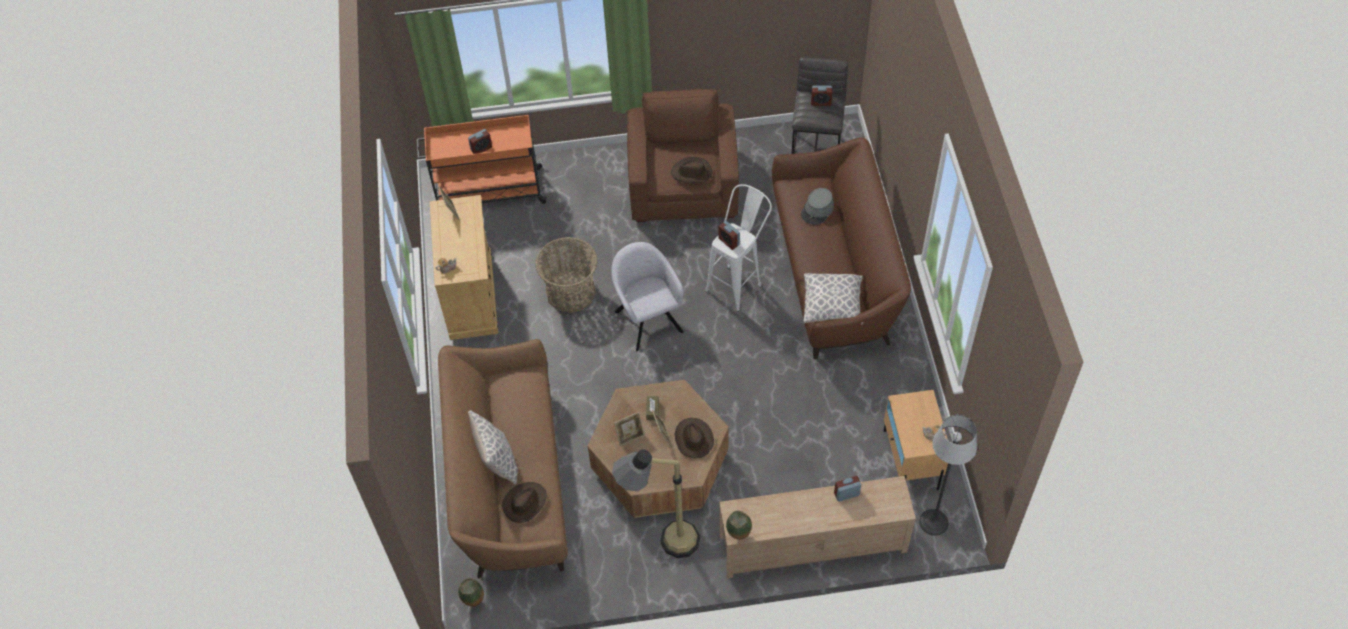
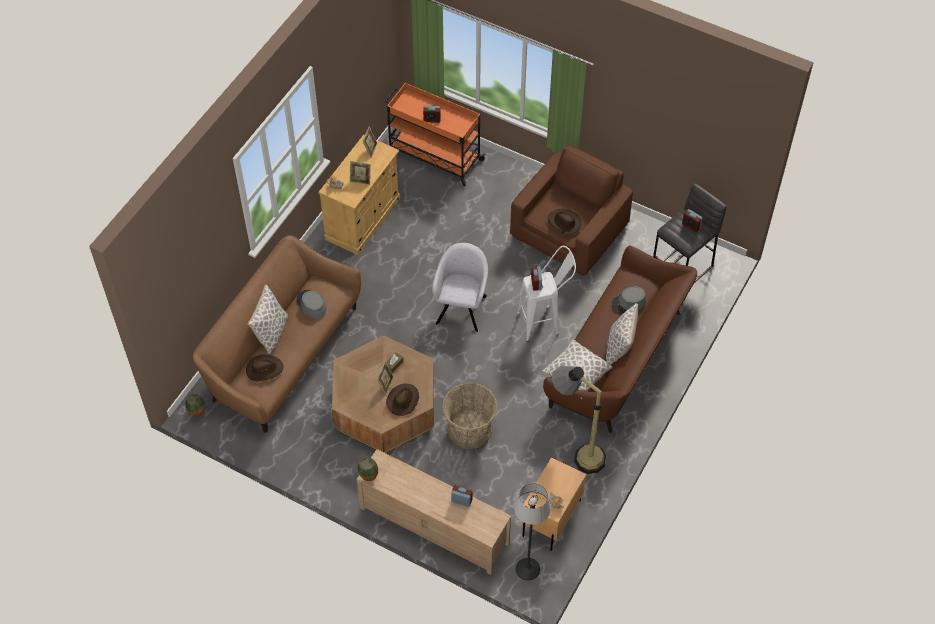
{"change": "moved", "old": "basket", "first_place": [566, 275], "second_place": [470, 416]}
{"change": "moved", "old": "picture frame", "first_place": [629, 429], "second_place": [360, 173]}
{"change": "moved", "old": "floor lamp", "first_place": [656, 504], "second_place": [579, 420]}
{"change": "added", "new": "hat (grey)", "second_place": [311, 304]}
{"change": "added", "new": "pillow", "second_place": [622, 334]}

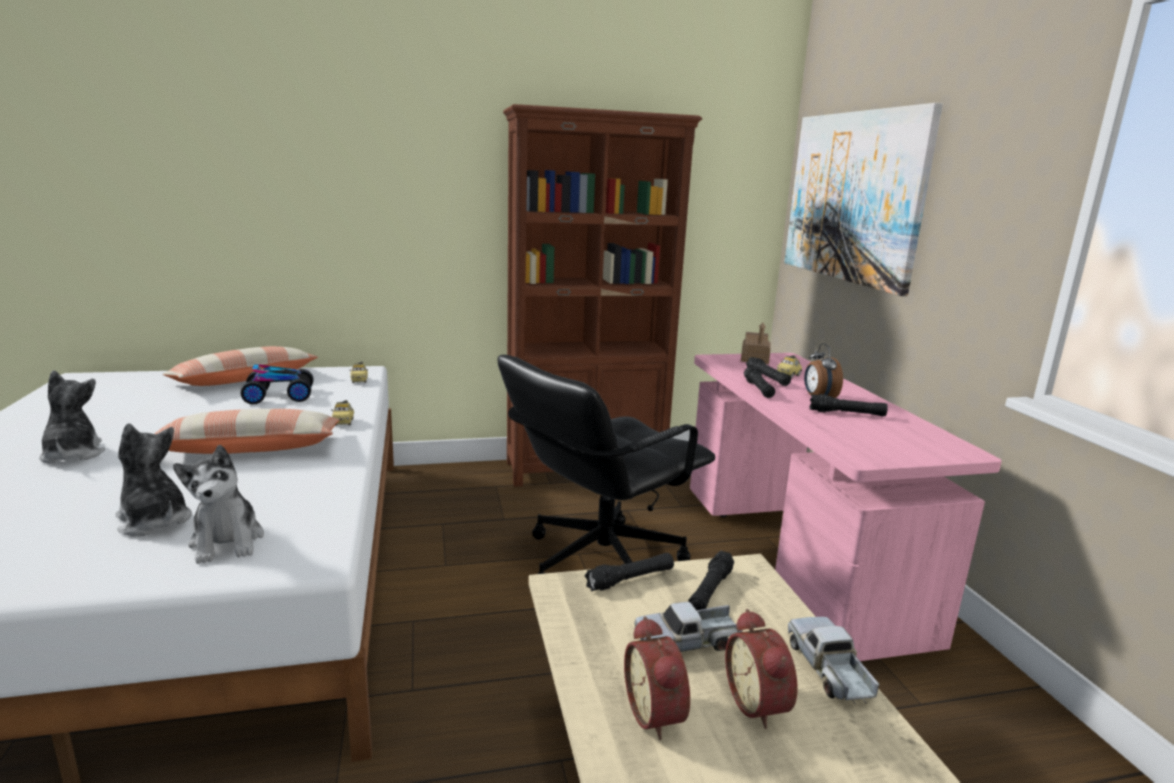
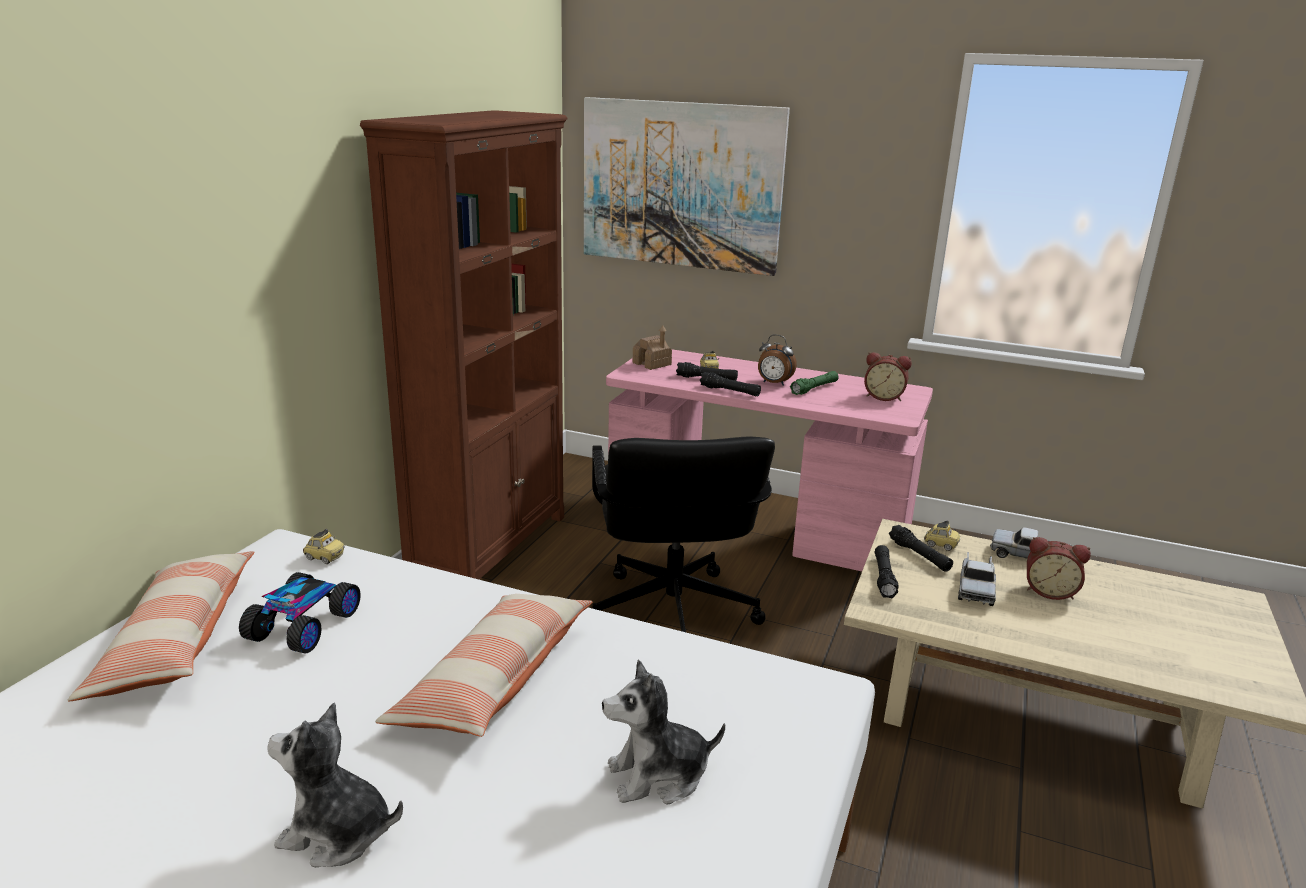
{"change": "recoloured", "old": "flashlight (black)", "new": "flashlight (green)", "first_place": [848, 405], "second_place": [814, 383]}
{"change": "moved", "old": "toy car", "first_place": [342, 413], "second_place": [942, 535]}
{"change": "removed", "old": "plush toy", "first_place": [218, 504]}
{"change": "moved", "old": "alarm clock", "first_place": [657, 678], "second_place": [888, 376]}

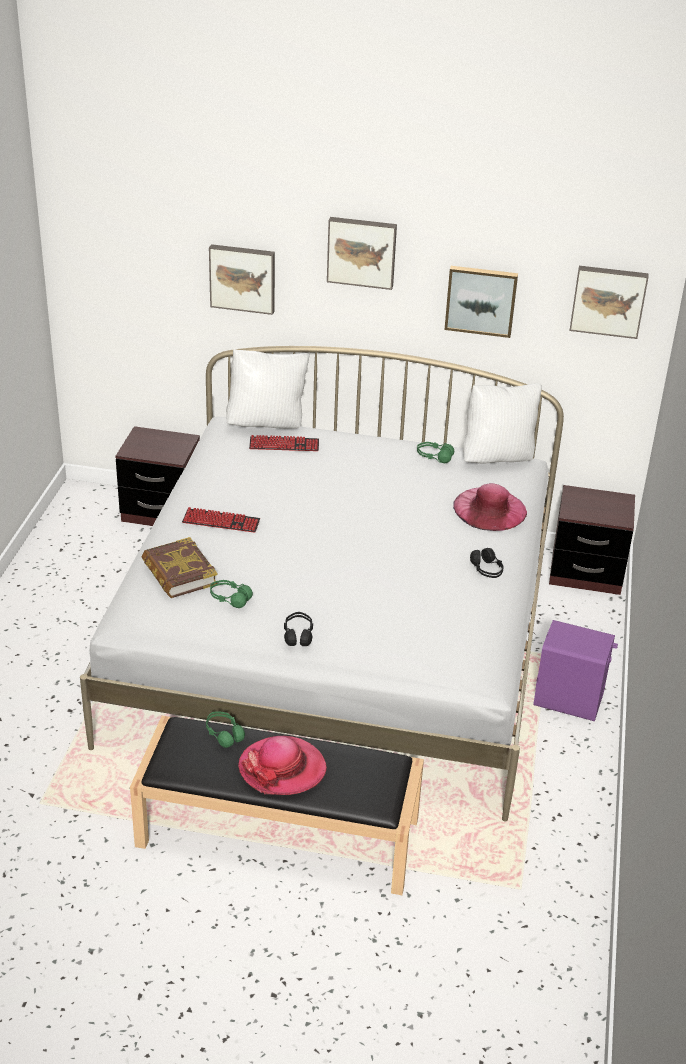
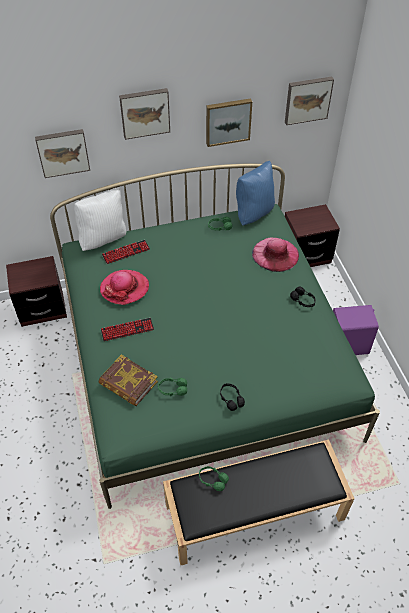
{"change": "recoloured", "old": "bed (white)", "new": "bed (green)", "first_place": [322, 583], "second_place": [215, 336]}
{"change": "recoloured", "old": "pillow (white)", "new": "pillow (blue)", "first_place": [502, 423], "second_place": [255, 193]}
{"change": "moved", "old": "hat", "first_place": [282, 765], "second_place": [124, 287]}

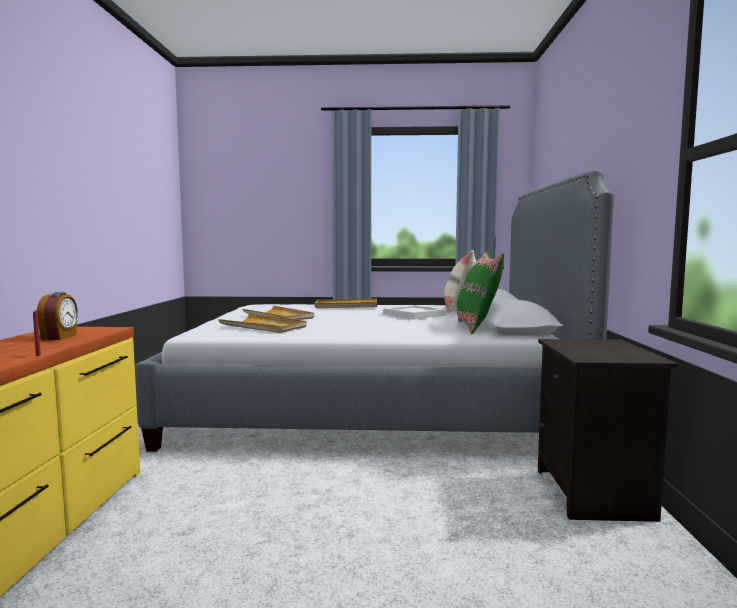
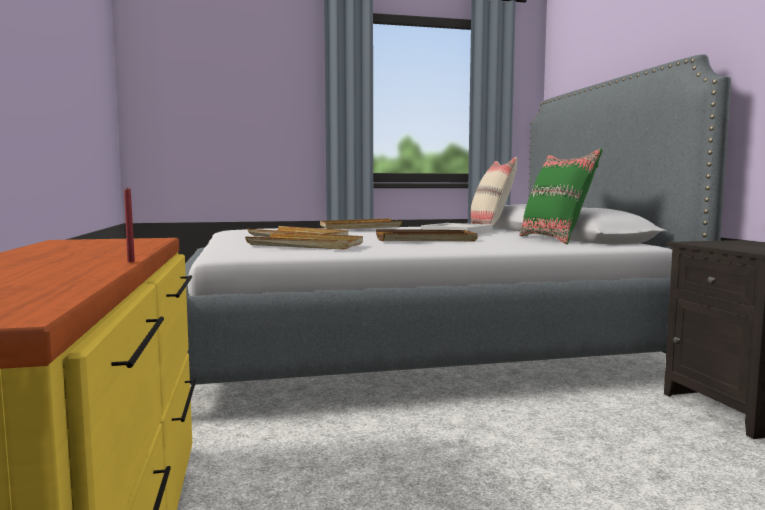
{"change": "removed", "old": "alarm clock", "first_place": [57, 316]}
{"change": "added", "new": "tray (brown)", "second_place": [426, 235]}

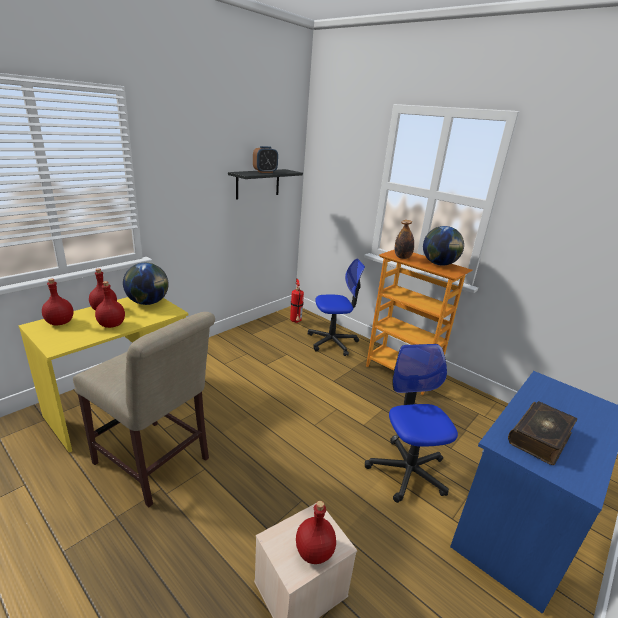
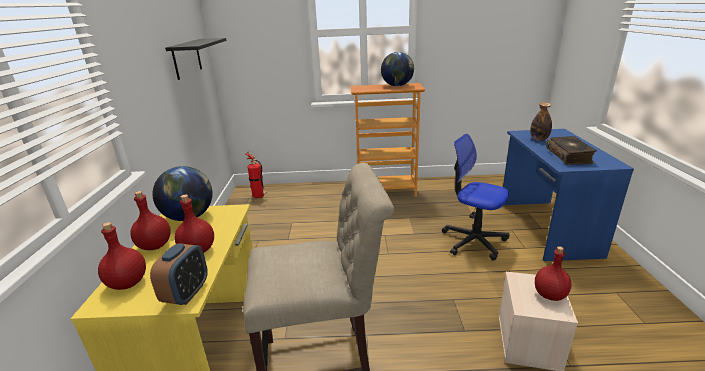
{"change": "moved", "old": "alarm clock", "first_place": [265, 159], "second_place": [179, 274]}
{"change": "moved", "old": "bottle", "first_place": [404, 239], "second_place": [541, 121]}
{"change": "removed", "old": "office chair", "first_place": [336, 307]}

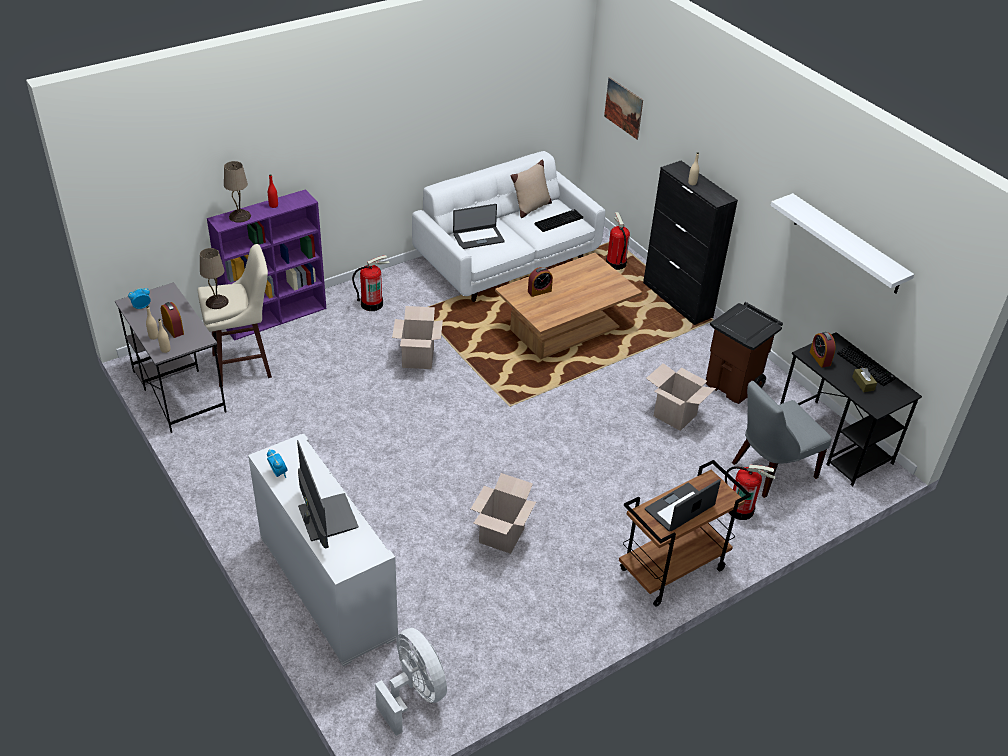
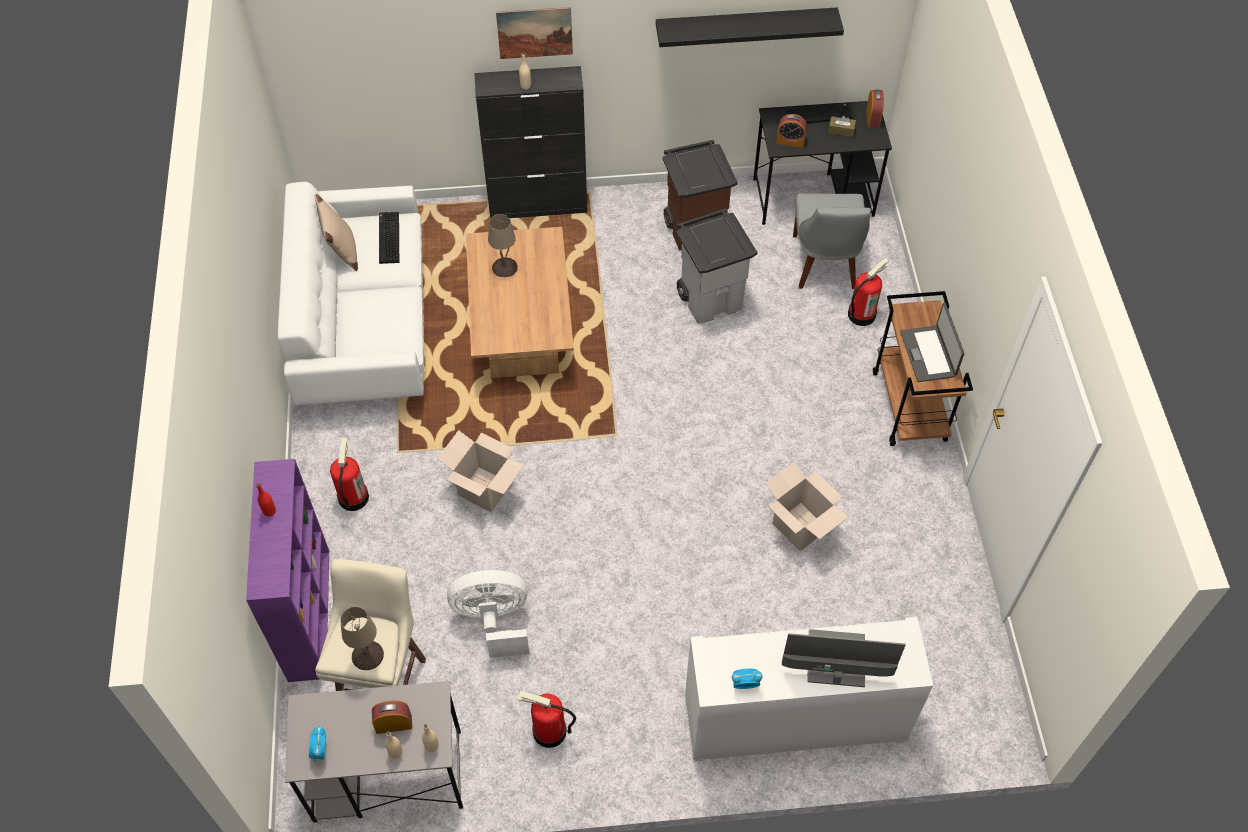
{"change": "moved", "old": "picture", "first_place": [623, 108], "second_place": [534, 33]}
{"change": "moved", "old": "table lamp (beige)", "first_place": [237, 192], "second_place": [503, 245]}
{"change": "recoloured", "old": "shelf (white)", "new": "shelf (black)", "first_place": [842, 243], "second_place": [750, 27]}
{"change": "removed", "old": "laptop", "first_place": [479, 226]}
{"change": "moved", "old": "fire extinguisher", "first_place": [618, 241], "second_place": [546, 719]}
{"change": "moved", "old": "alarm clock", "first_place": [540, 282], "second_place": [875, 109]}
{"change": "replaced", "old": "cardboard box", "new": "trash can (grey)", "first_place": [681, 397], "second_place": [716, 266]}
{"change": "moved", "old": "fan (white)", "first_place": [411, 682], "second_place": [488, 614]}

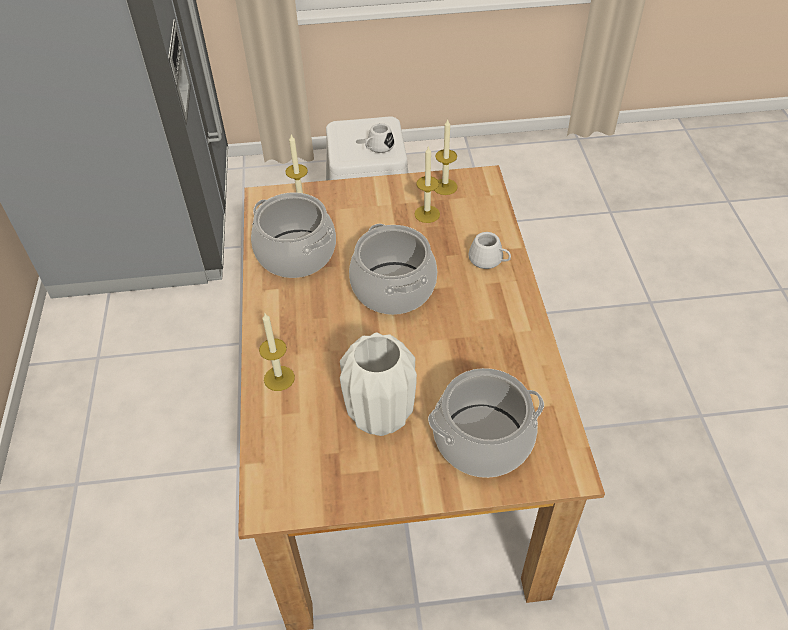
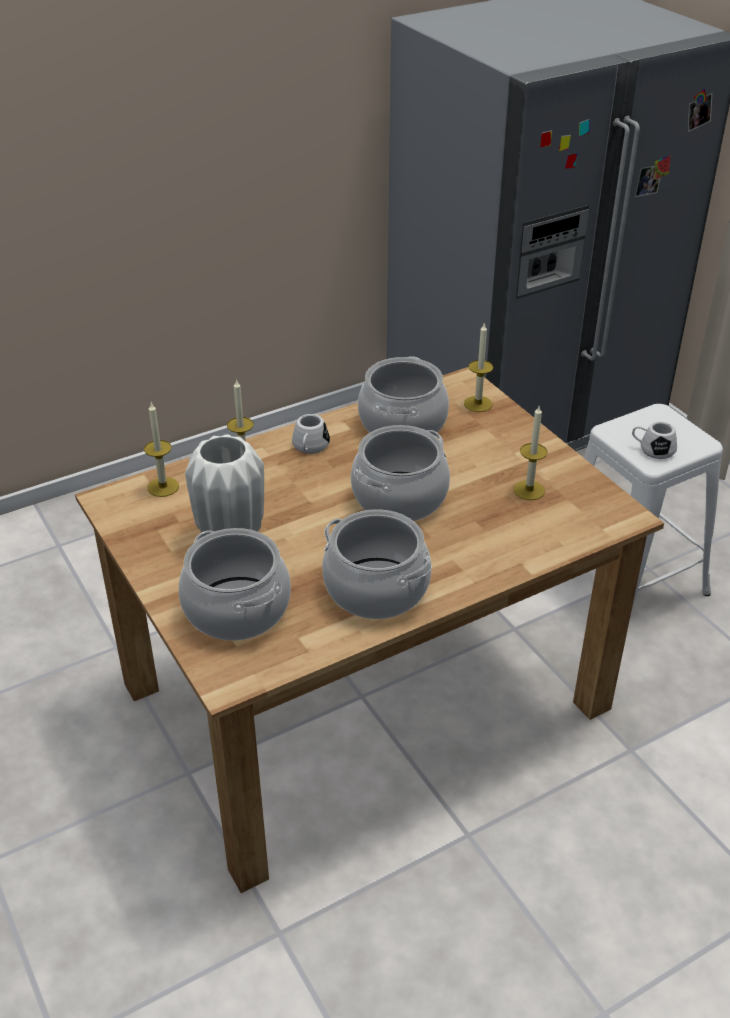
{"change": "moved", "old": "candle", "first_place": [446, 157], "second_place": [161, 450]}
{"change": "moved", "old": "mug (white)", "first_place": [489, 250], "second_place": [311, 434]}
{"change": "added", "new": "cooking pot", "second_place": [377, 564]}

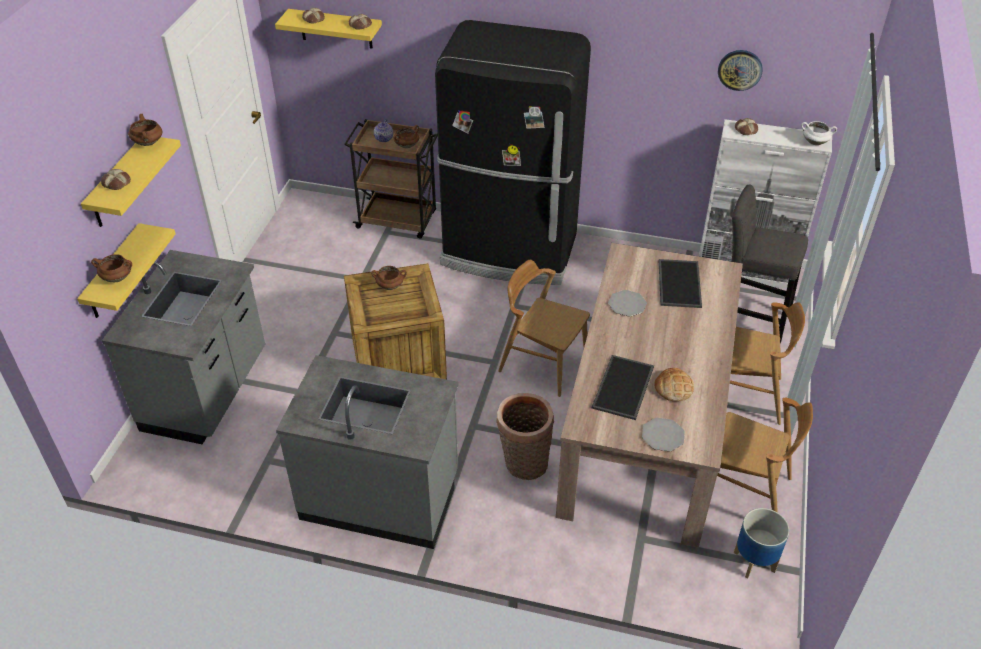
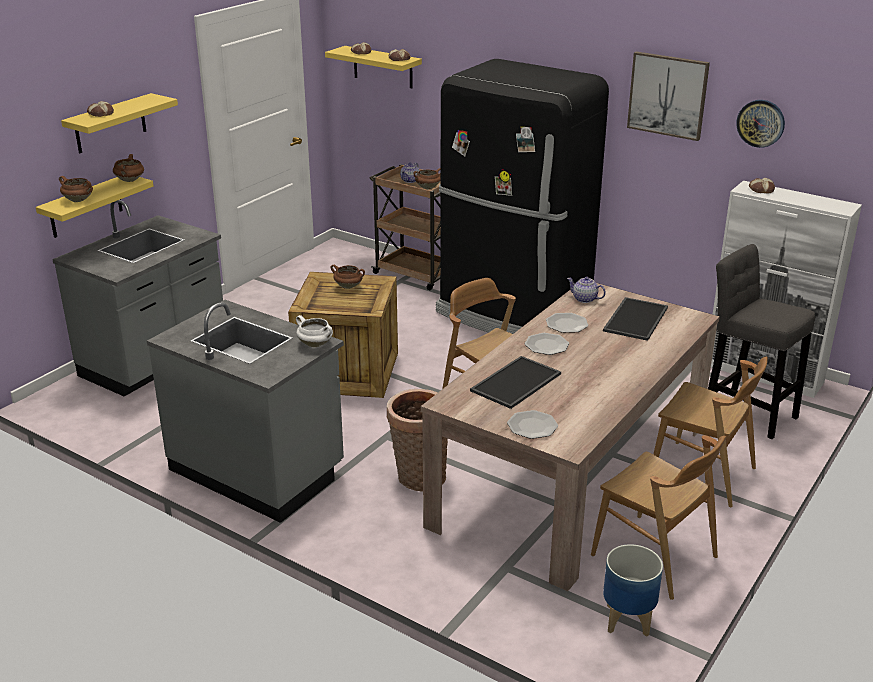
{"change": "moved", "old": "cooking pot (brown)", "first_place": [145, 130], "second_place": [128, 168]}
{"change": "moved", "old": "cooking pot (white)", "first_place": [819, 133], "second_place": [314, 331]}
{"change": "removed", "old": "bread", "first_place": [674, 384]}
{"change": "added", "new": "picture", "second_place": [668, 96]}
{"change": "added", "new": "teapot", "second_place": [586, 290]}
{"change": "added", "new": "plate", "second_place": [547, 344]}

